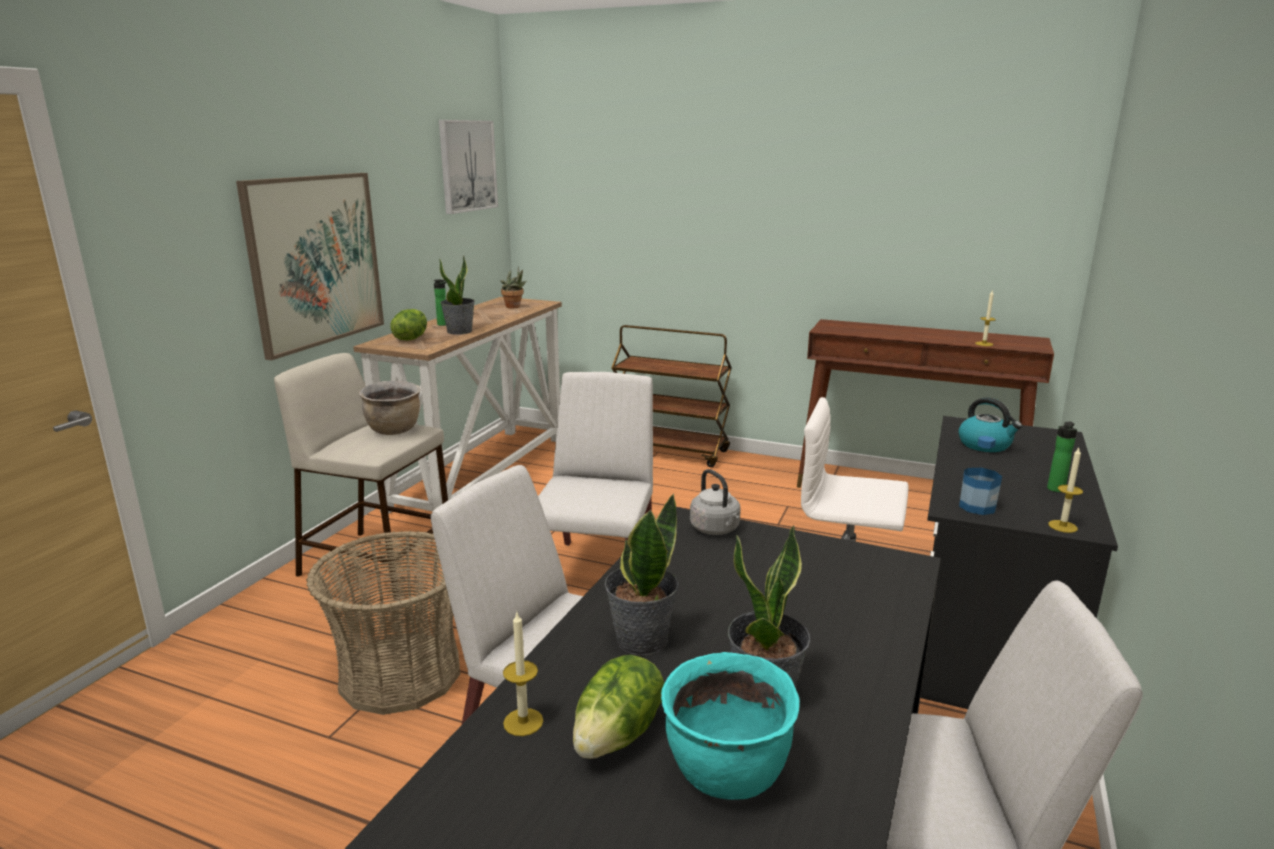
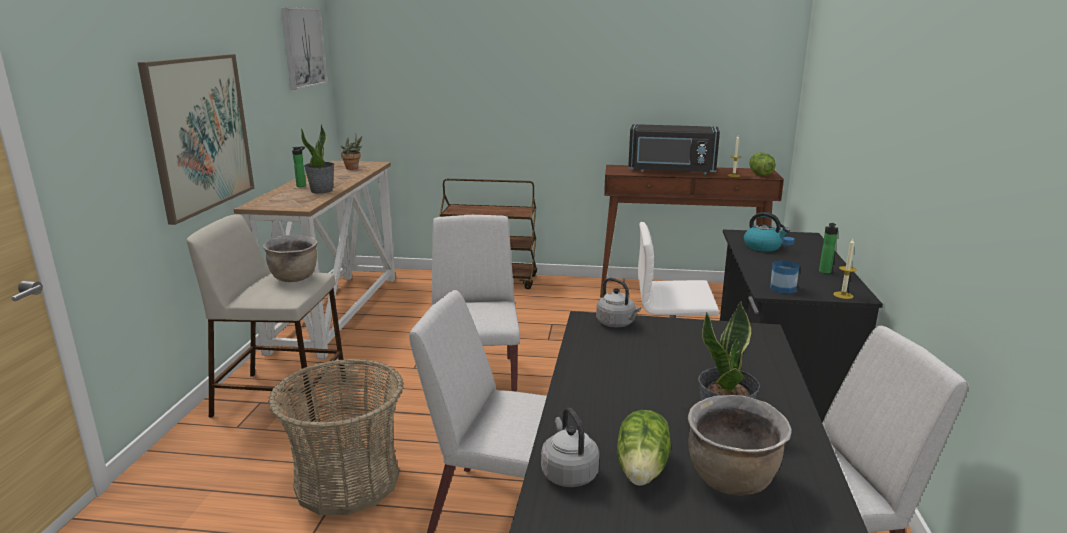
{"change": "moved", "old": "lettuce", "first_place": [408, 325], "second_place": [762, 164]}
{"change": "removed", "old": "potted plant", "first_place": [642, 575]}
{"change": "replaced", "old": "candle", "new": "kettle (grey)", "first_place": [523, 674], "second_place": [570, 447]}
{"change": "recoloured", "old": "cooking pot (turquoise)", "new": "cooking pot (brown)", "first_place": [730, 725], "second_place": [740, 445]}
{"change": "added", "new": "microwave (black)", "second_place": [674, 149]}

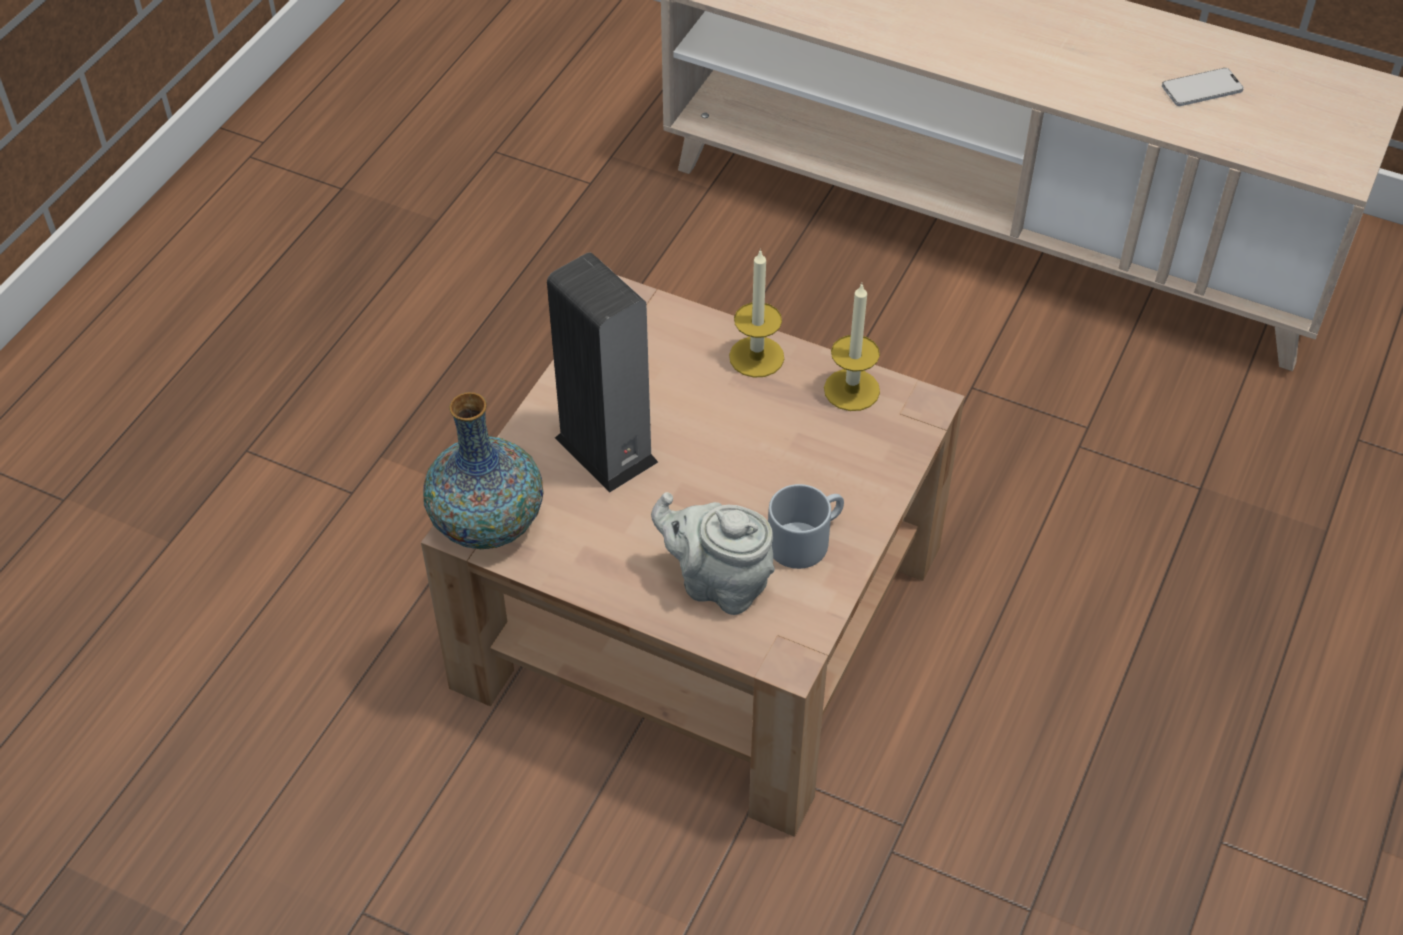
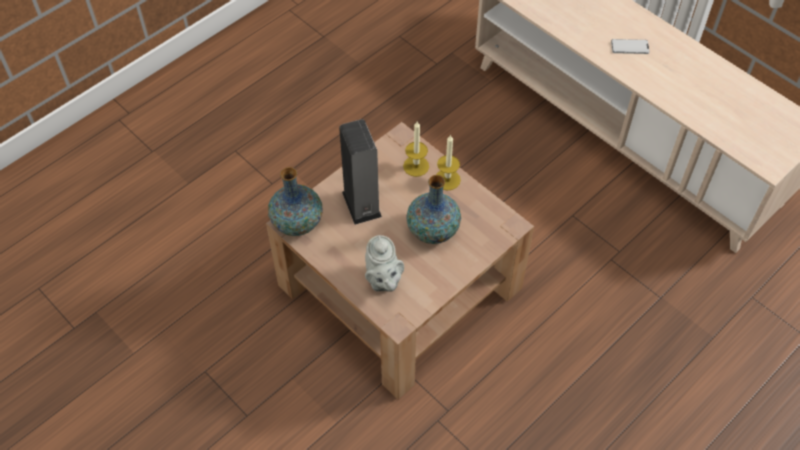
{"change": "moved", "old": "phone", "first_place": [1203, 87], "second_place": [630, 46]}
{"change": "moved", "old": "candle", "first_place": [852, 347], "second_place": [416, 149]}
{"change": "removed", "old": "mug (grey)", "first_place": [806, 526]}
{"change": "turned", "old": "teapot (grey)", "first_place": [713, 553], "second_place": [384, 263], "degrees": -150}
{"change": "added", "new": "vase", "second_place": [433, 209]}

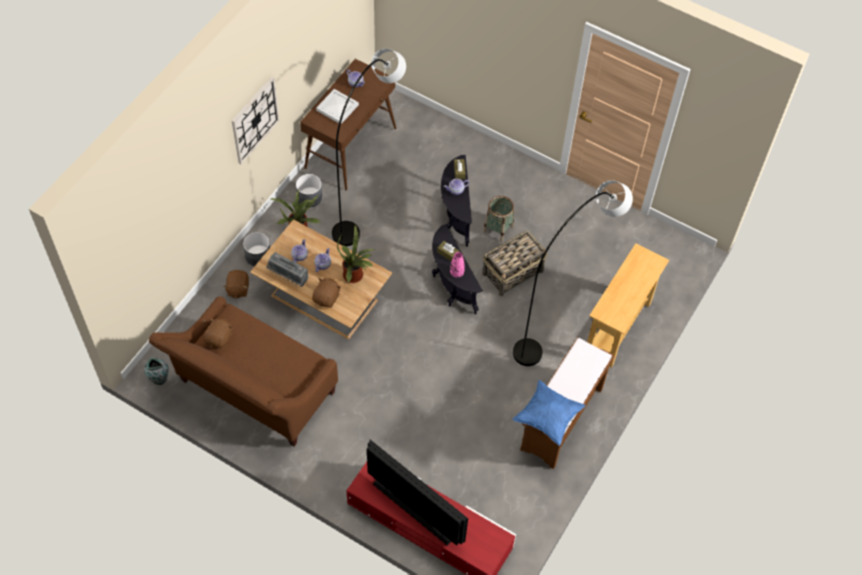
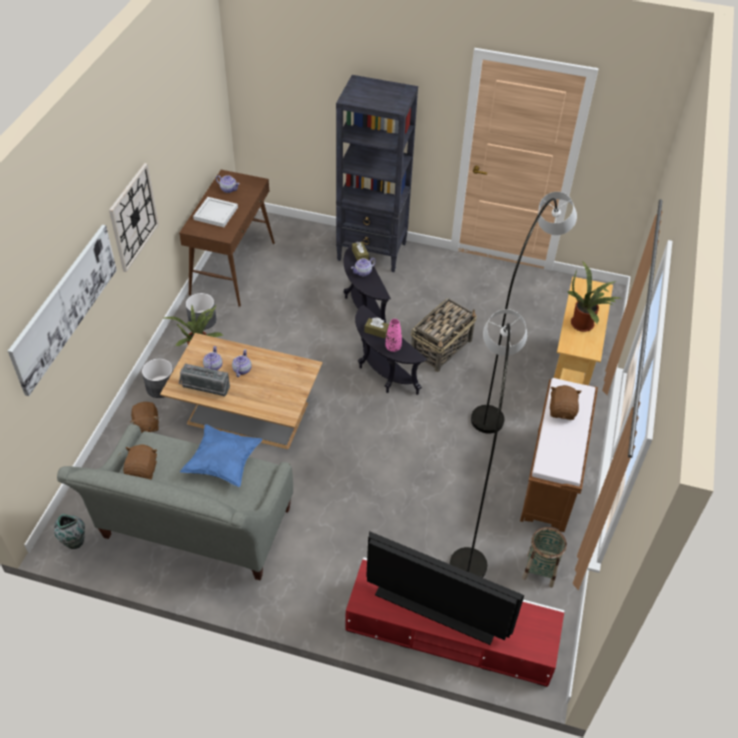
{"change": "moved", "old": "floor lamp (grey)", "first_place": [369, 147], "second_place": [488, 443]}
{"change": "moved", "old": "basket", "first_place": [498, 219], "second_place": [544, 557]}
{"change": "moved", "old": "potted plant", "first_place": [356, 254], "second_place": [594, 296]}
{"change": "moved", "old": "plush toy (brown)", "first_place": [326, 293], "second_place": [566, 402]}
{"change": "recoloured", "old": "sofa (brown)", "new": "sofa (grey)", "first_place": [243, 371], "second_place": [175, 502]}
{"change": "moved", "old": "pillow (blue)", "first_place": [548, 413], "second_place": [221, 455]}
{"change": "added", "new": "bookcase (black)", "second_place": [377, 173]}
{"change": "added", "new": "picture", "second_place": [62, 310]}

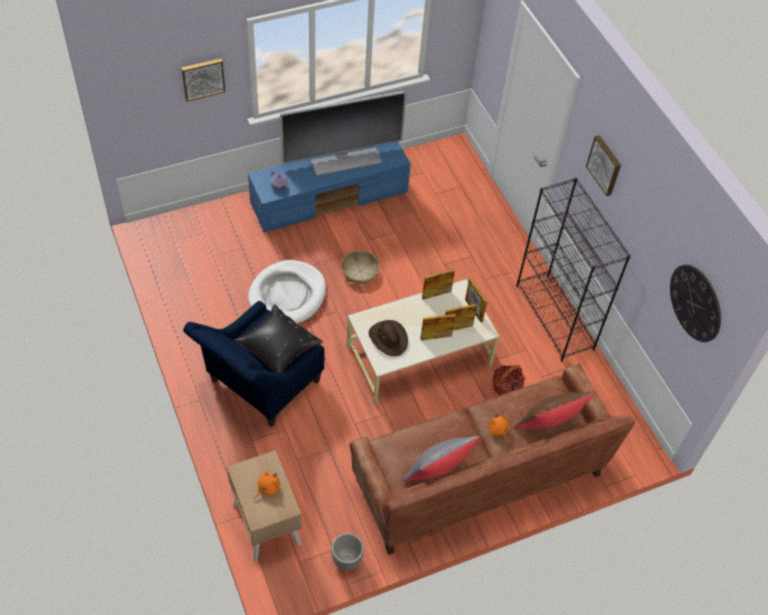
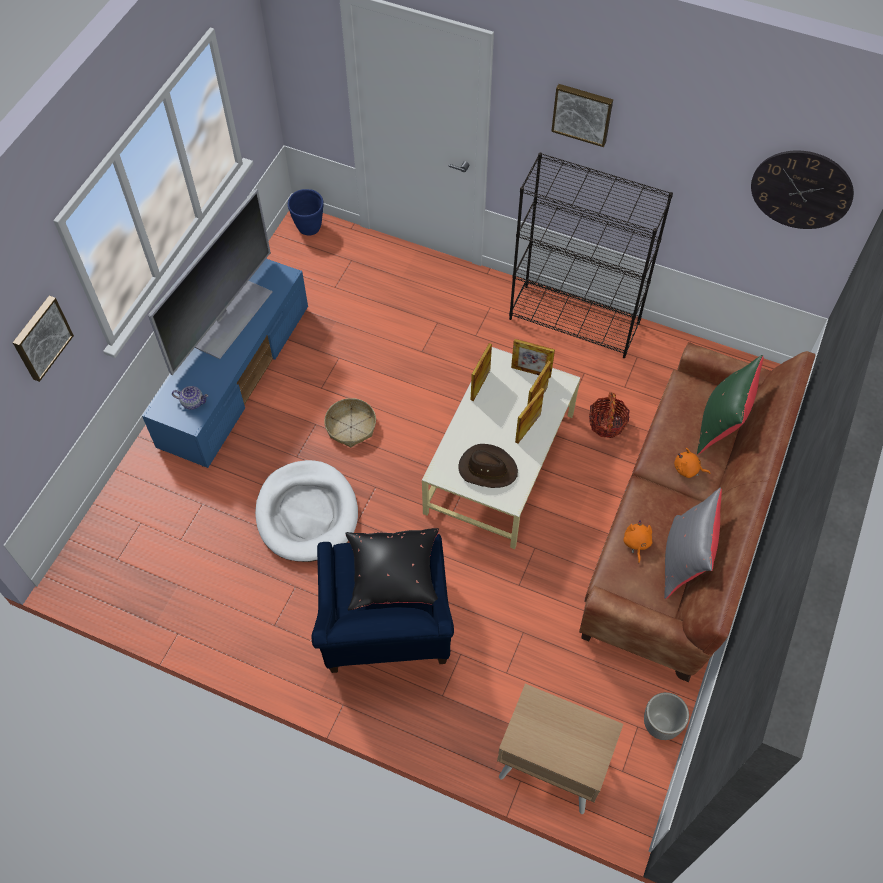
{"change": "recoloured", "old": "pillow (brown)", "new": "pillow (green)", "first_place": [555, 410], "second_place": [730, 405]}
{"change": "moved", "old": "plush toy (orange)", "first_place": [266, 484], "second_place": [637, 541]}
{"change": "added", "new": "planter (blue)", "second_place": [306, 212]}

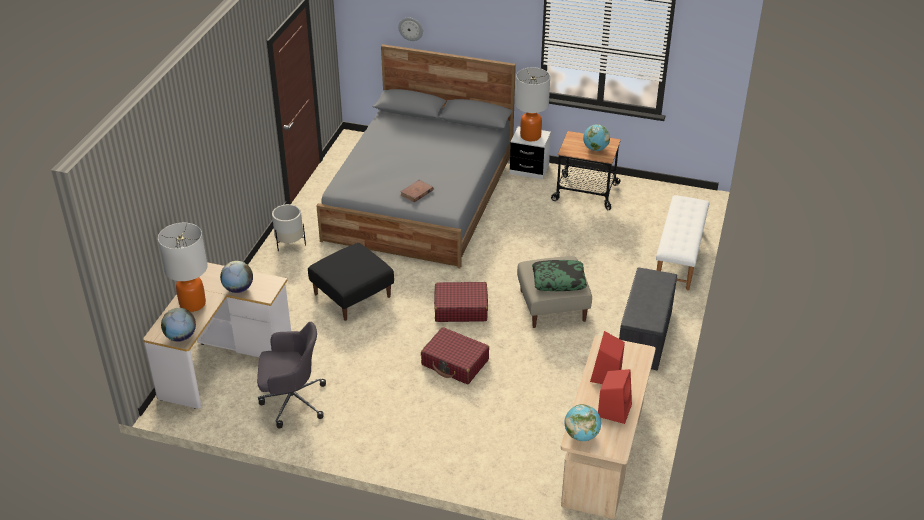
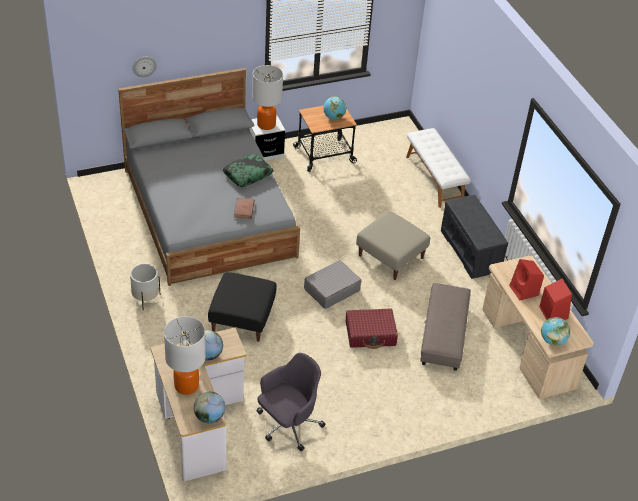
{"change": "moved", "old": "pillow", "first_place": [559, 275], "second_place": [248, 170]}
{"change": "recoloured", "old": "suitcase (red)", "new": "suitcase (grey)", "first_place": [461, 302], "second_place": [332, 284]}
{"change": "added", "new": "ottoman (grey)", "second_place": [445, 327]}

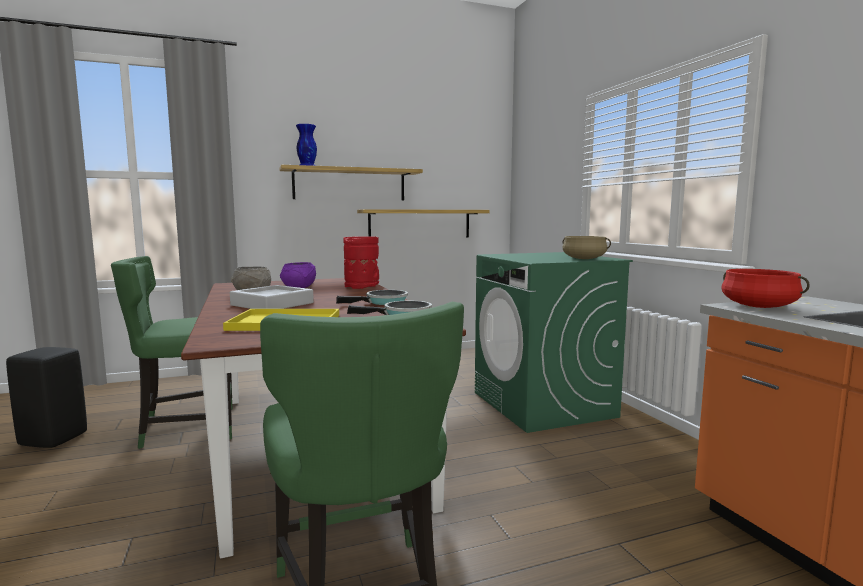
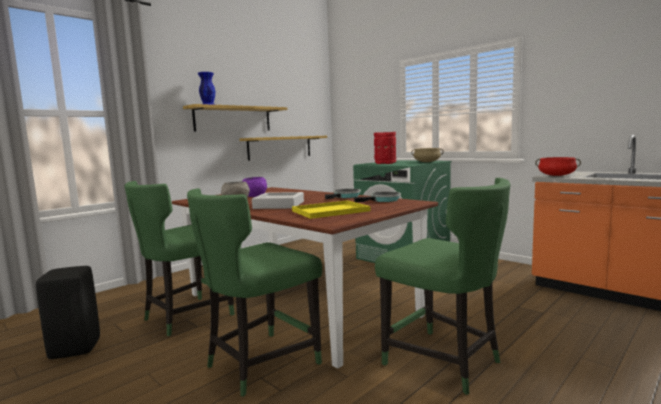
{"change": "moved", "old": "vase (red)", "first_place": [361, 262], "second_place": [385, 148]}
{"change": "added", "new": "chair (green)", "second_place": [254, 292]}

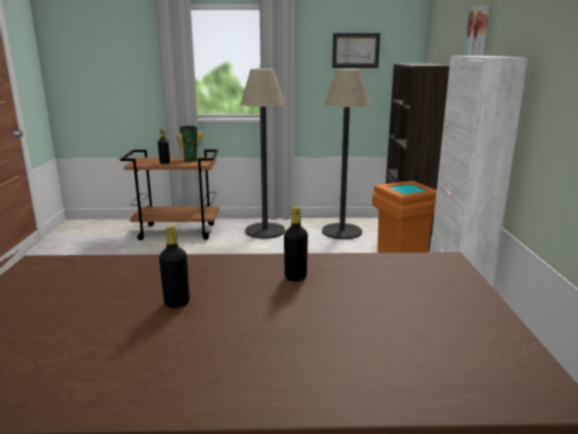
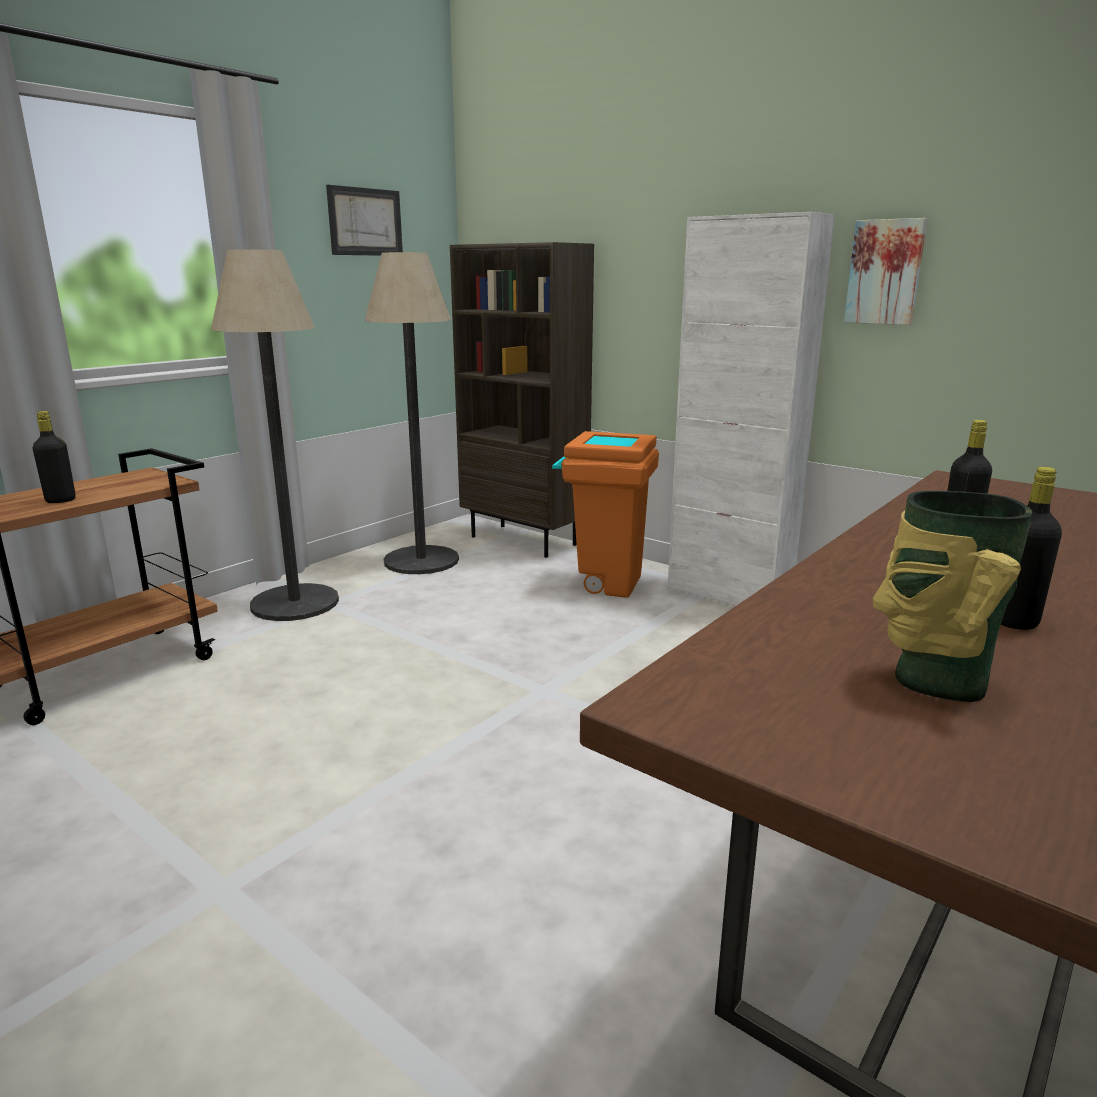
{"change": "moved", "old": "picture", "first_place": [477, 30], "second_place": [885, 271]}
{"change": "moved", "old": "vase", "first_place": [190, 144], "second_place": [952, 596]}

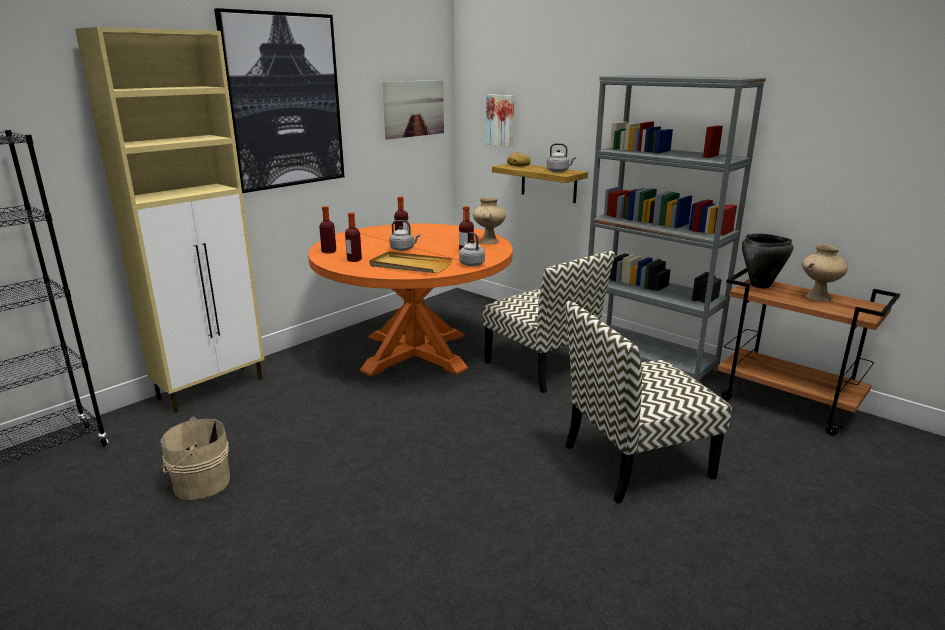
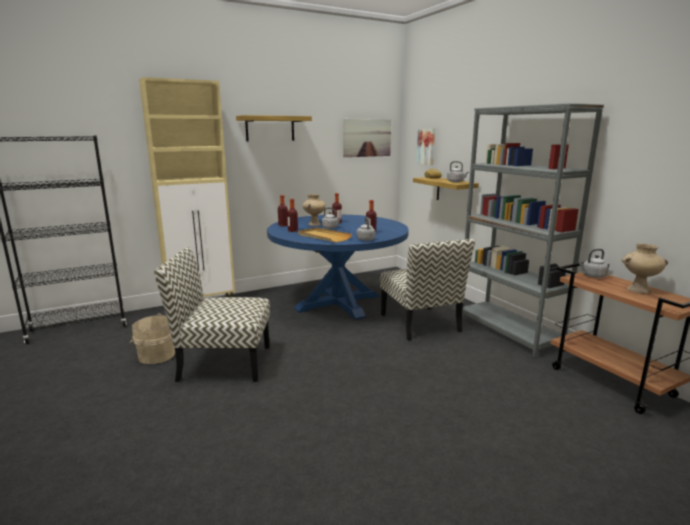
{"change": "replaced", "old": "picture", "new": "shelf", "first_place": [279, 100], "second_place": [274, 128]}
{"change": "moved", "old": "vase (beige)", "first_place": [489, 221], "second_place": [314, 210]}
{"change": "recoloured", "old": "dining table (orange)", "new": "dining table (blue)", "first_place": [410, 300], "second_place": [338, 267]}
{"change": "replaced", "old": "cooking pot (black)", "new": "kettle (grey)", "first_place": [767, 260], "second_place": [593, 263]}
{"change": "moved", "old": "chair", "first_place": [648, 402], "second_place": [212, 314]}

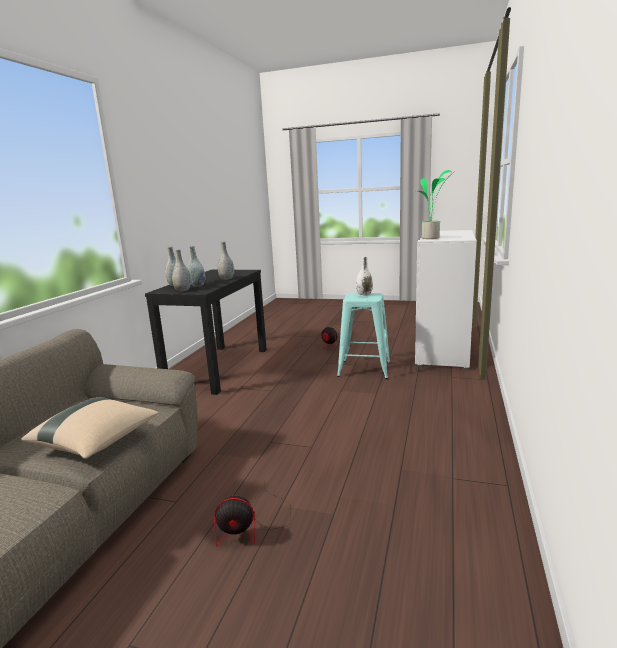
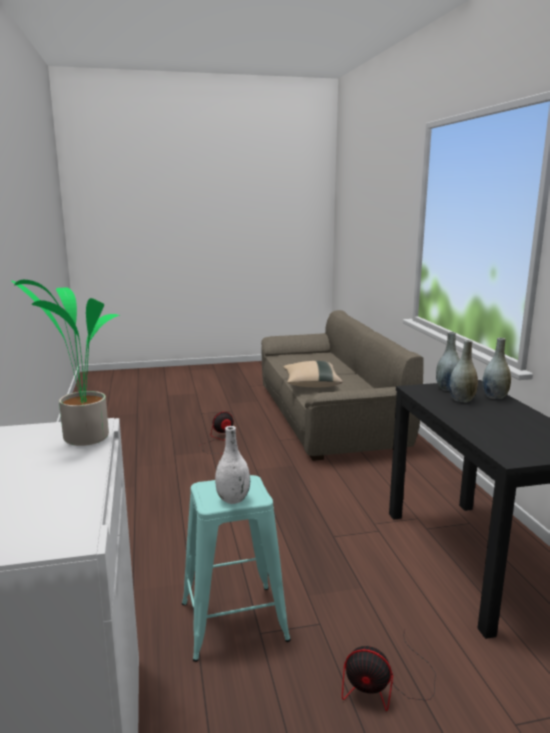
{"change": "removed", "old": "vase (grey)", "first_place": [225, 261]}

